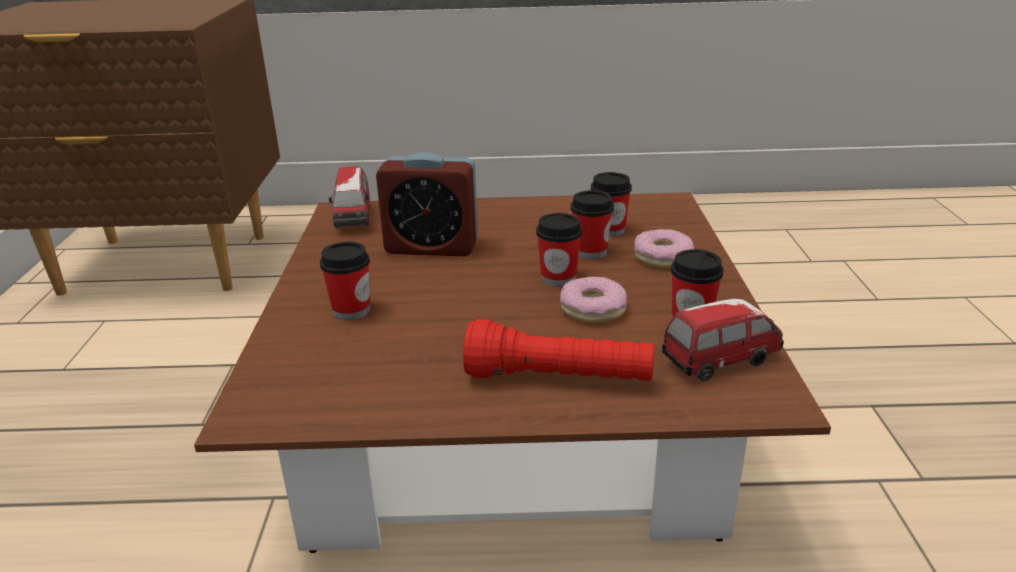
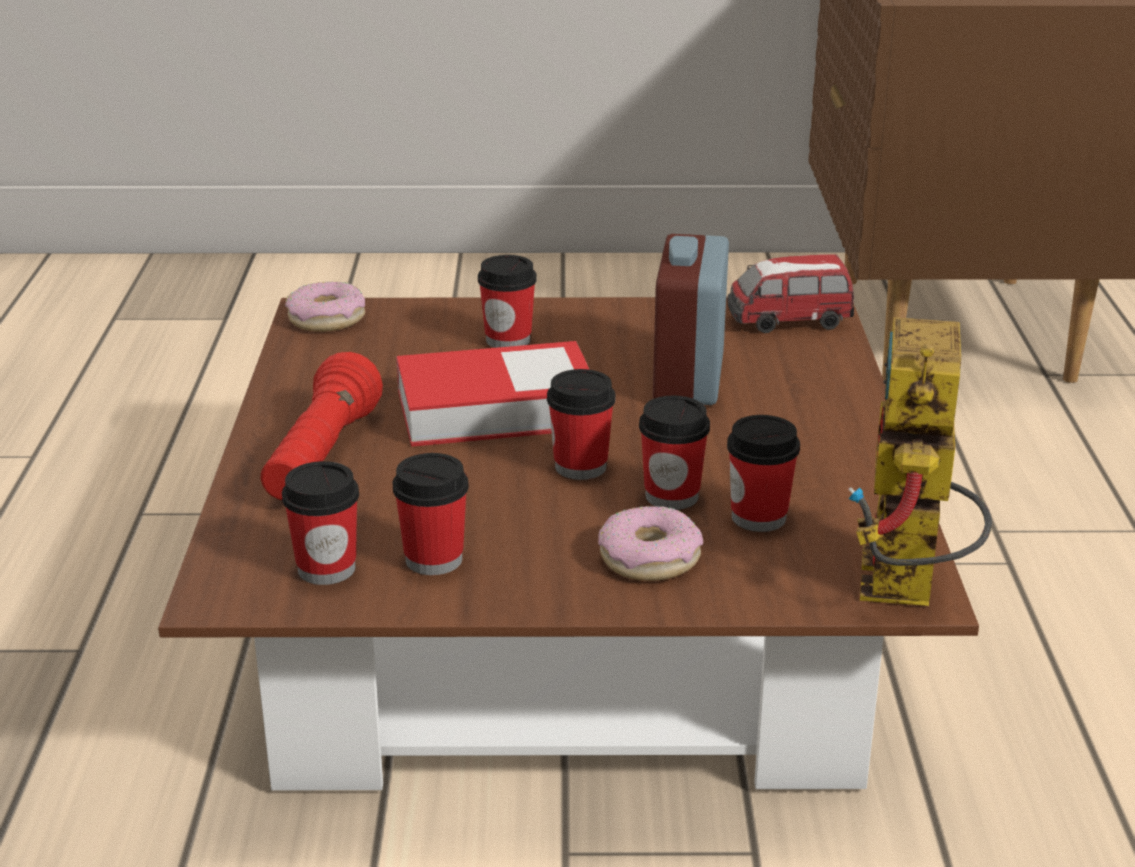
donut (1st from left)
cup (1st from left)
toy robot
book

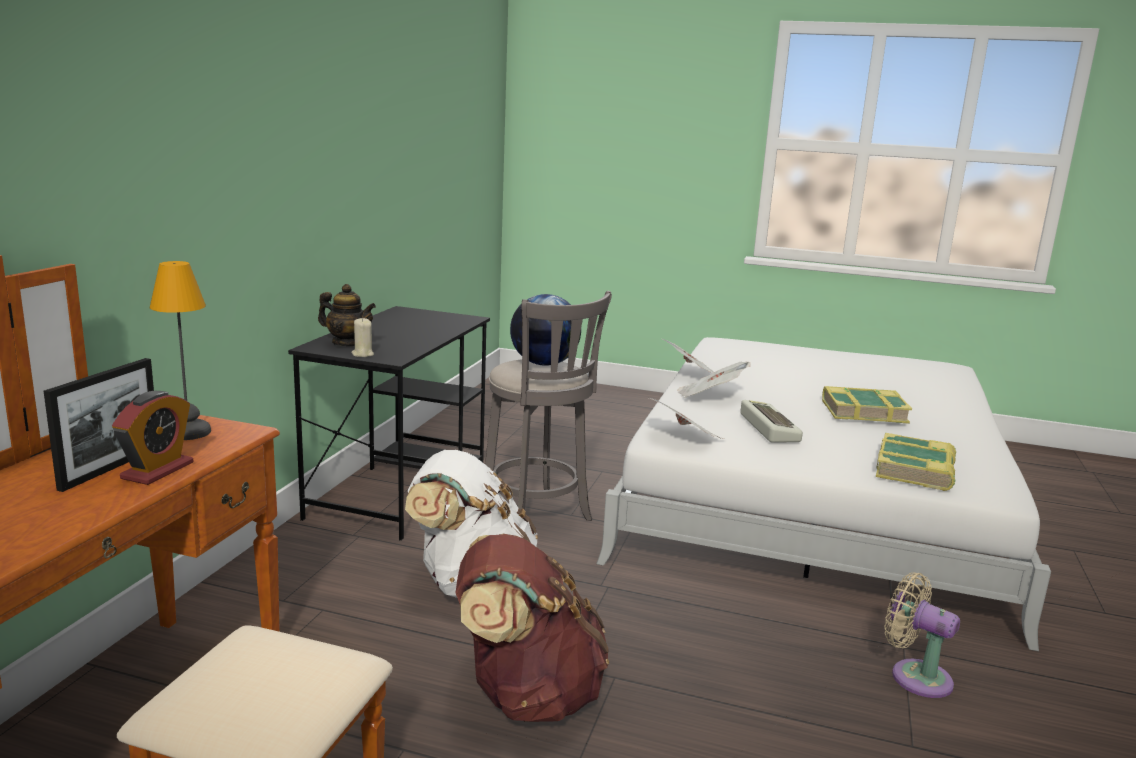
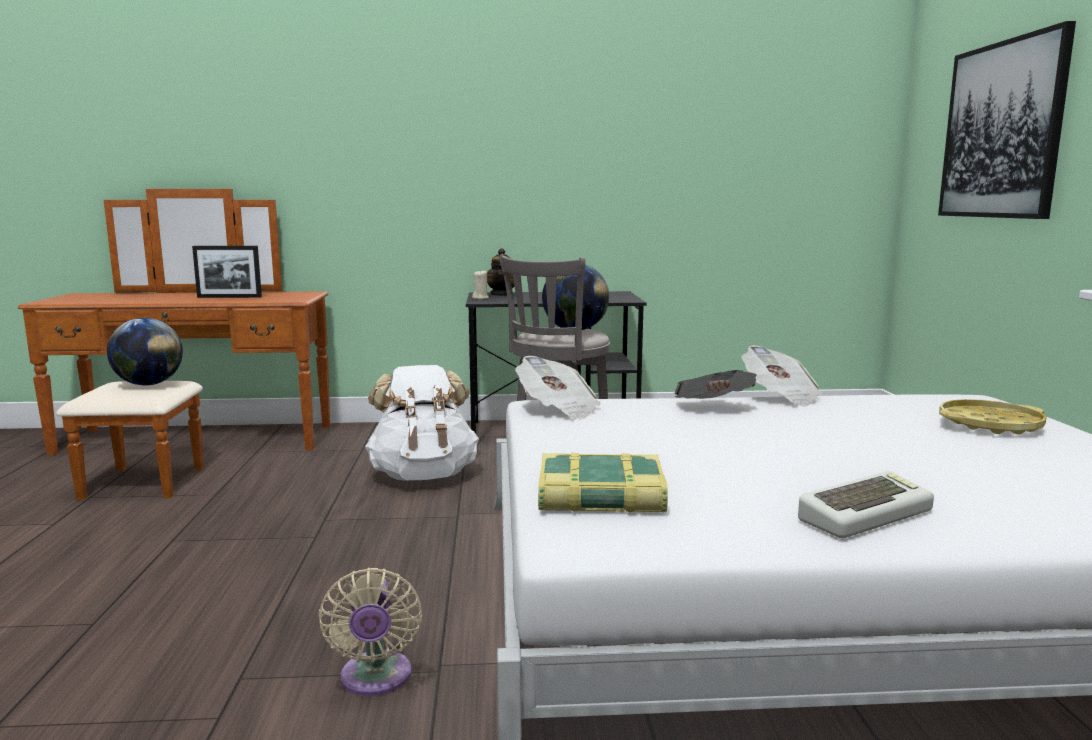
table lamp
book (1st from left in the first image)
alarm clock
keyboard
brown backpack
beige fan
picture
globe (1st from left)
yellow tray

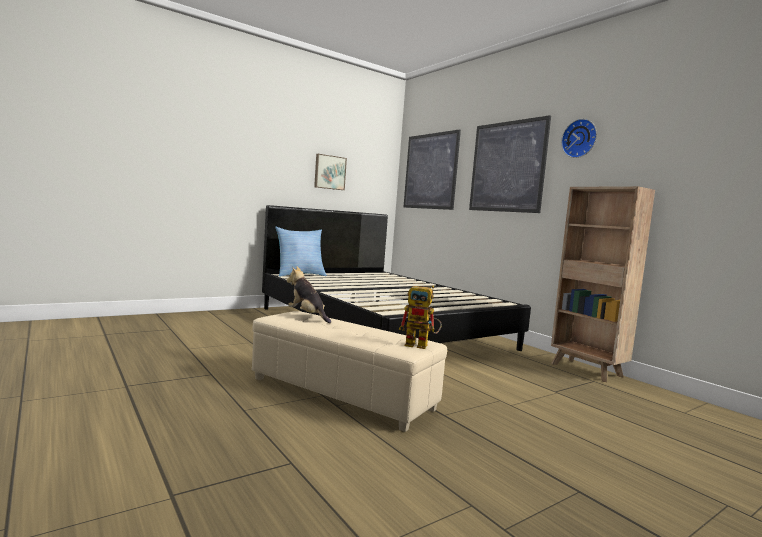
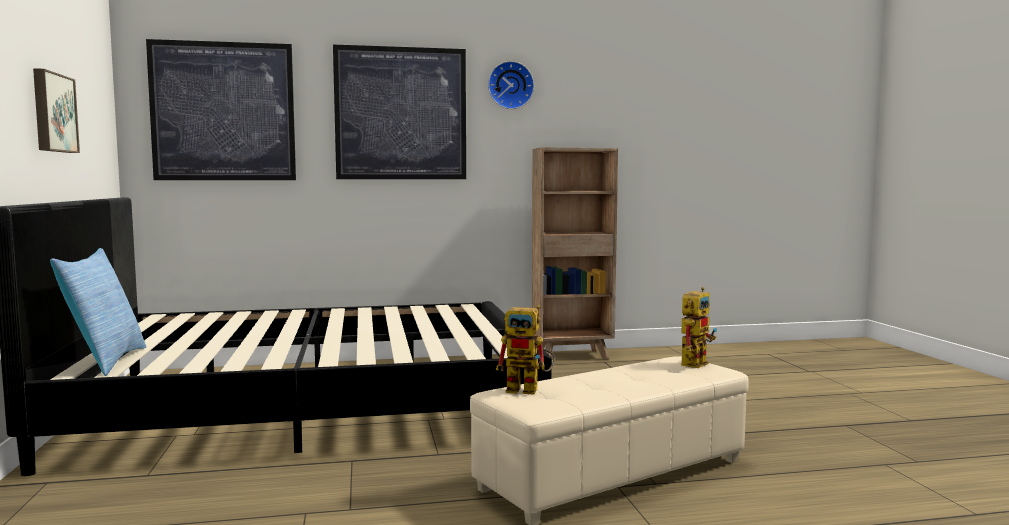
toy robot (1st from left)

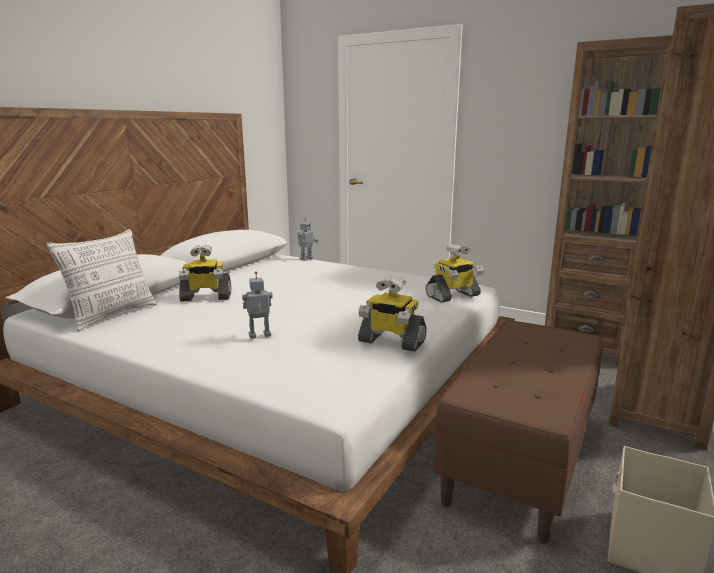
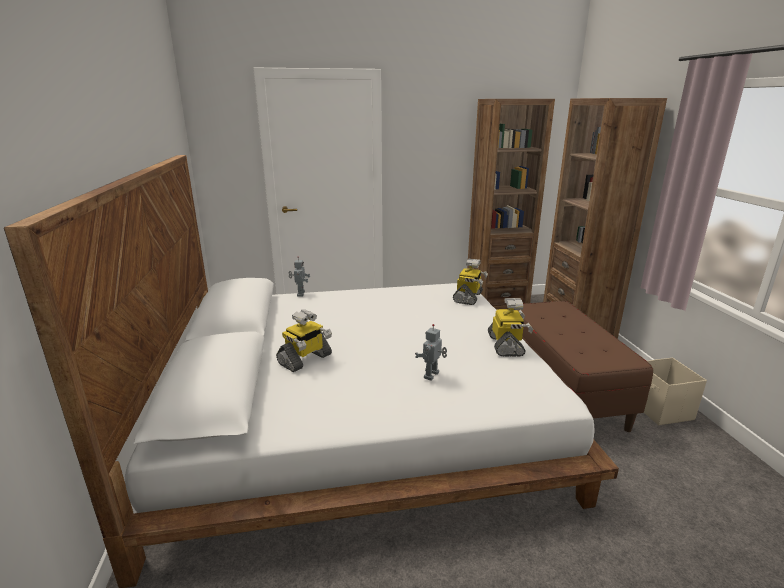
pillow
toy robot (5th from left)

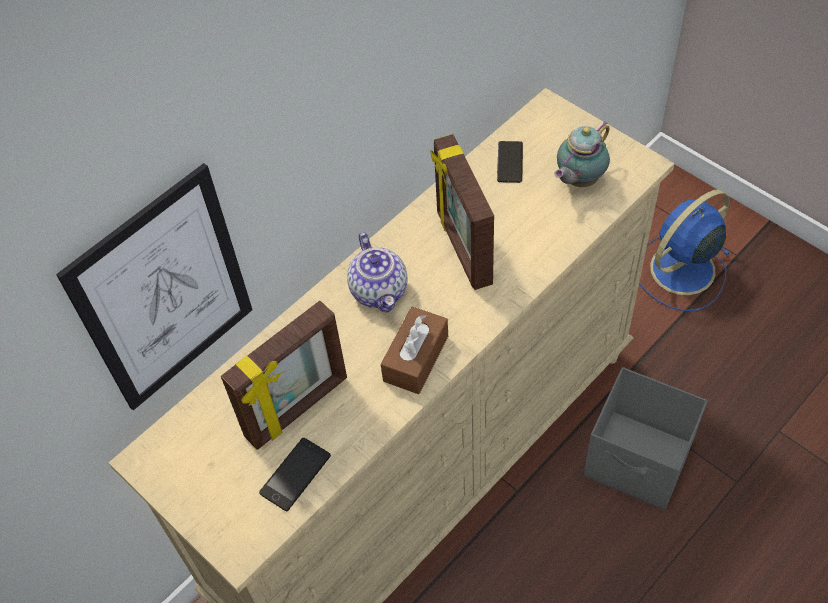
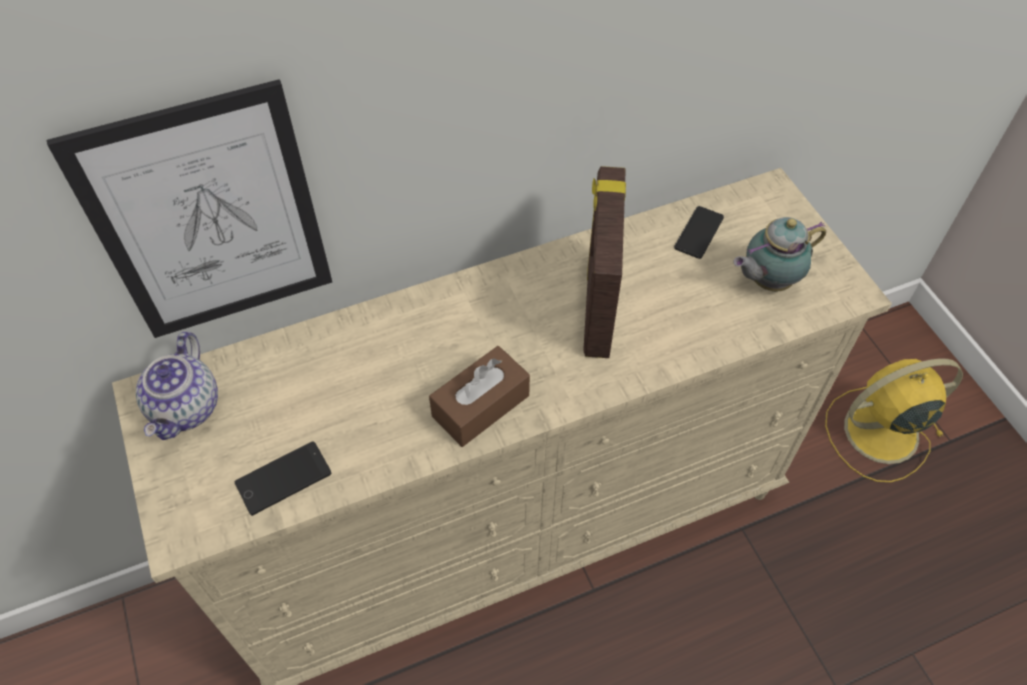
yellow fan
teapot (1st from left)
picture frame (1st from left in the first image)
grey storage box

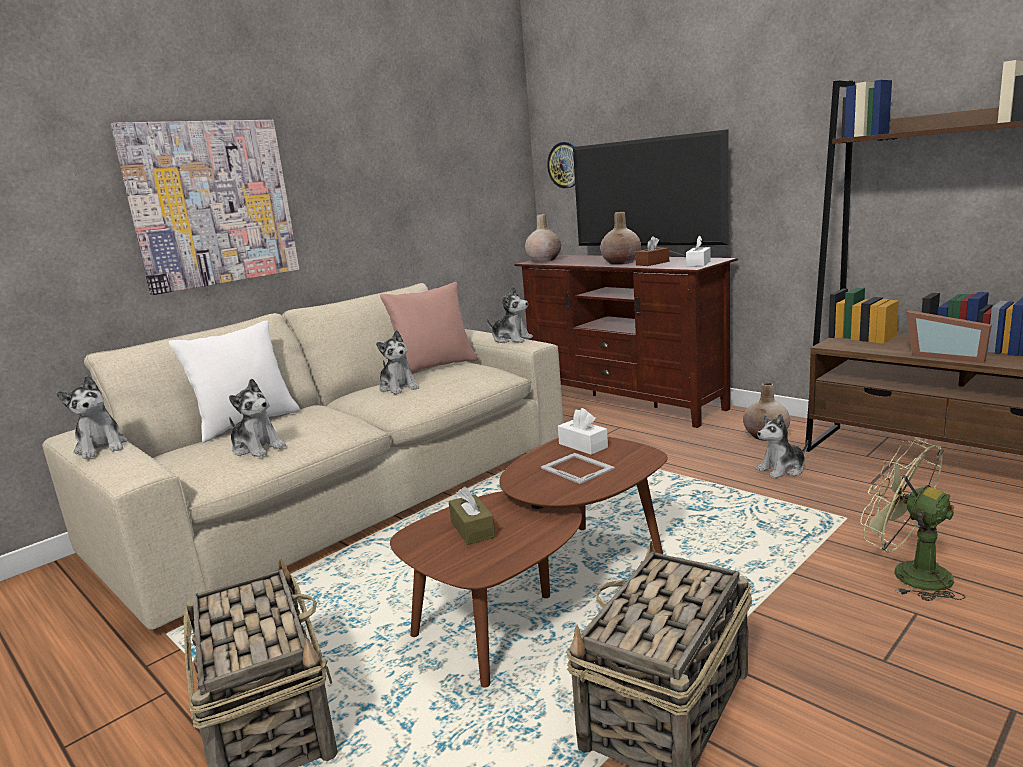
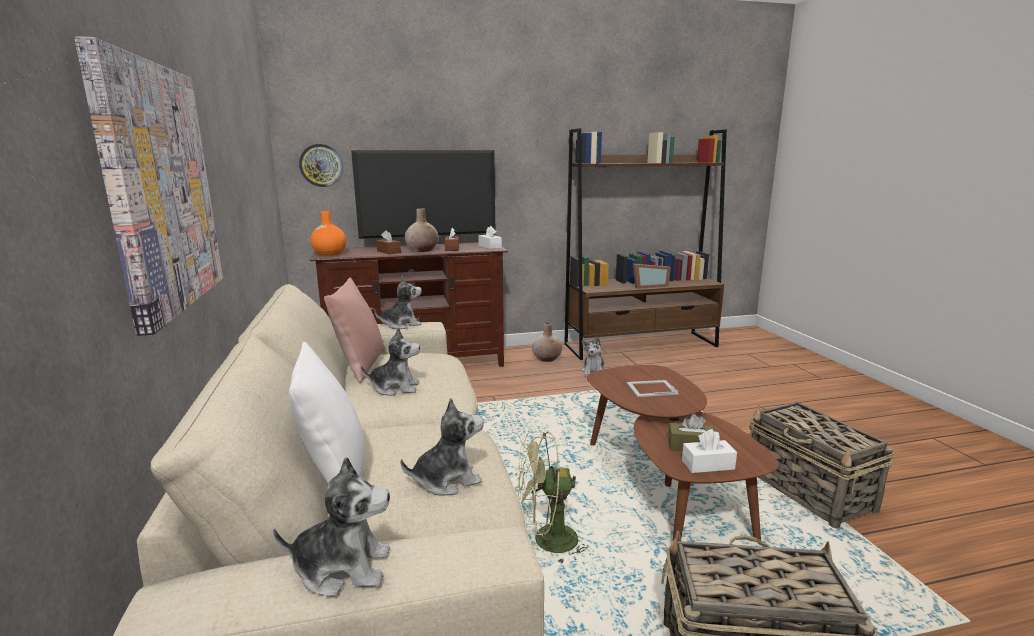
orange vase
white tissue box (2nd from left)
green fan
brown tissue box (1st from left)

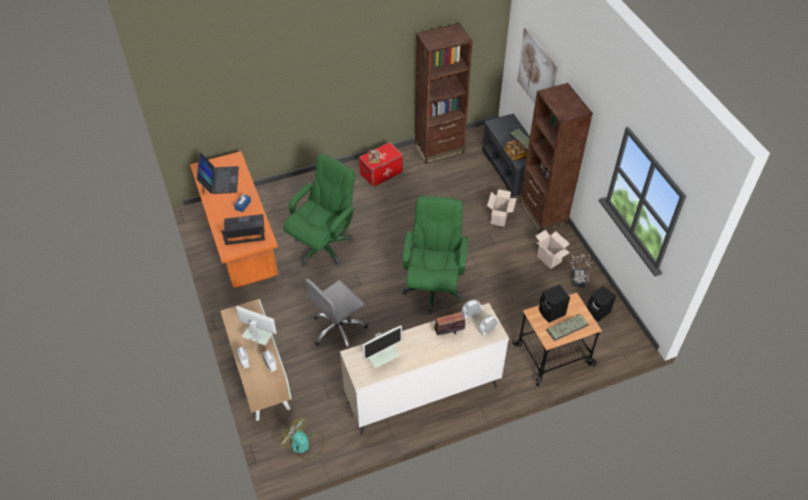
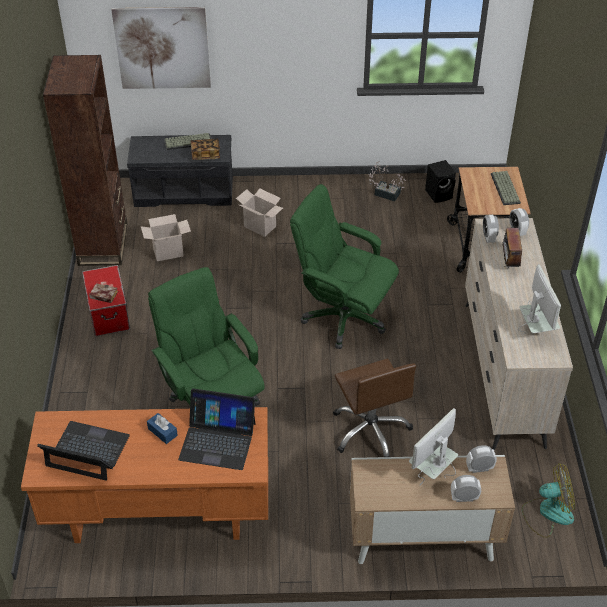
brown bookcase (2nd from left in the first image)
laptop (2nd from left)
cardboard box (1st from left)
brown office chair
black speaker (1st from left in the first image)
fan

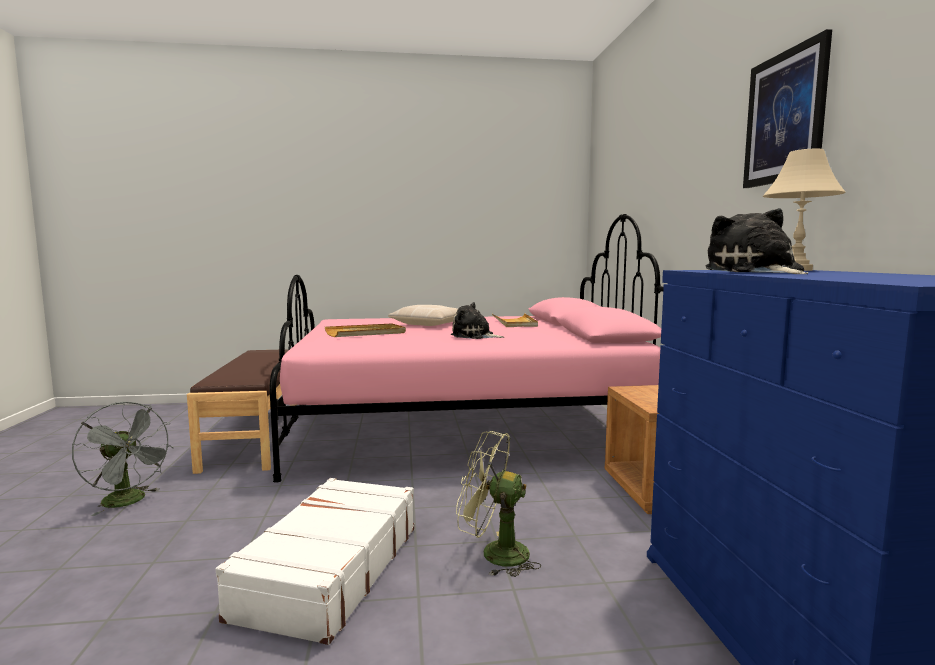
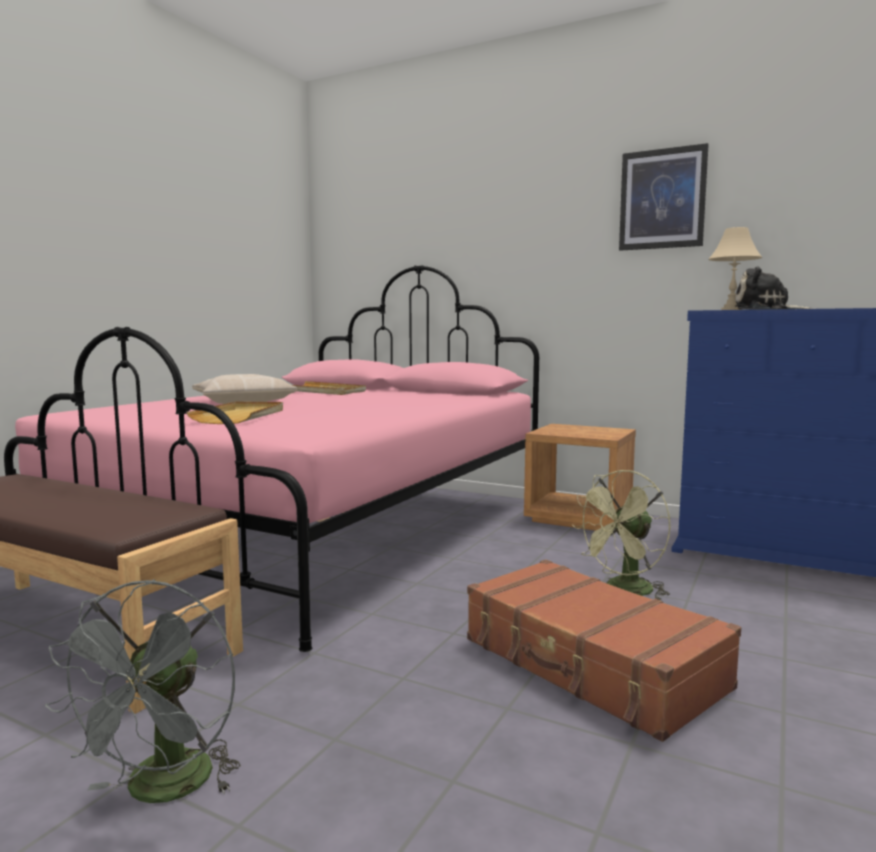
plush toy (1st from left in the first image)
grey fan
brown suitcase

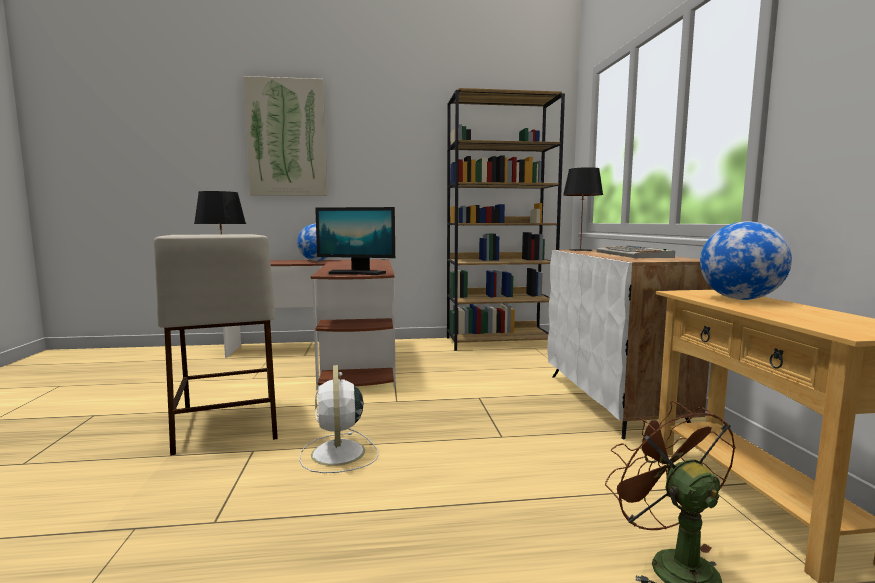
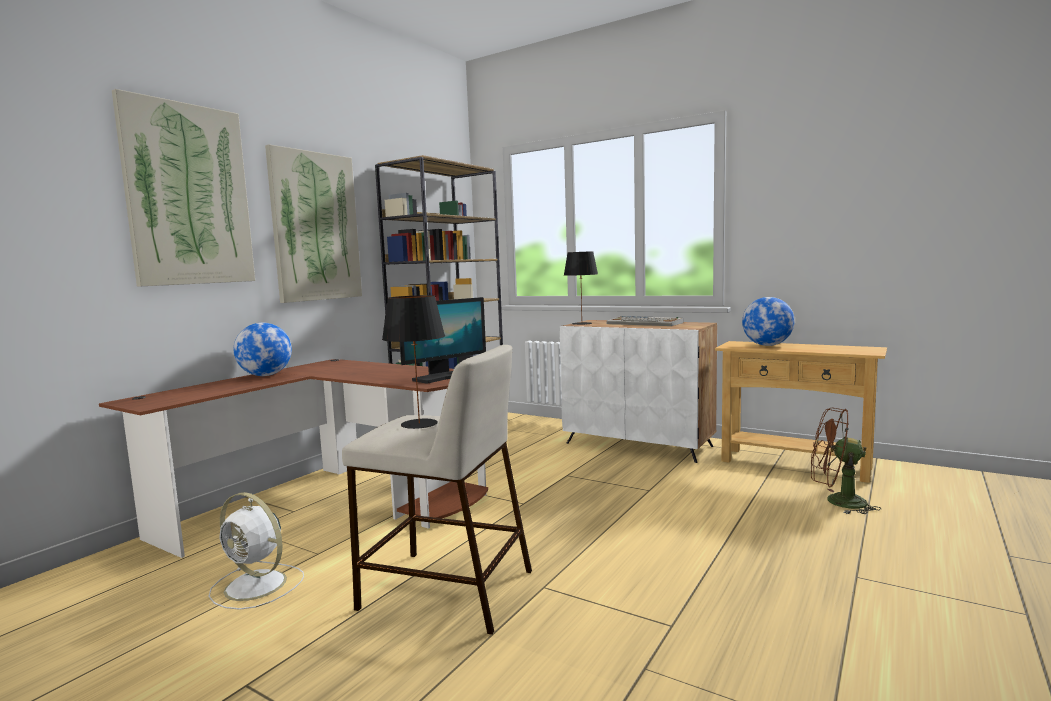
white fan
picture (2nd from left)

